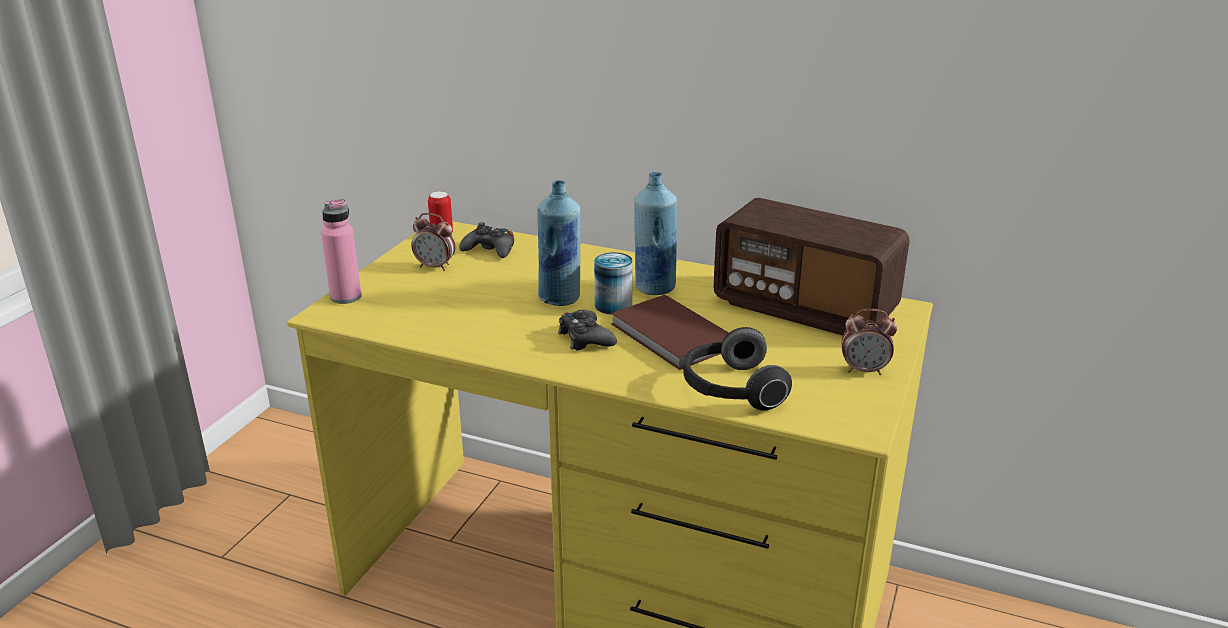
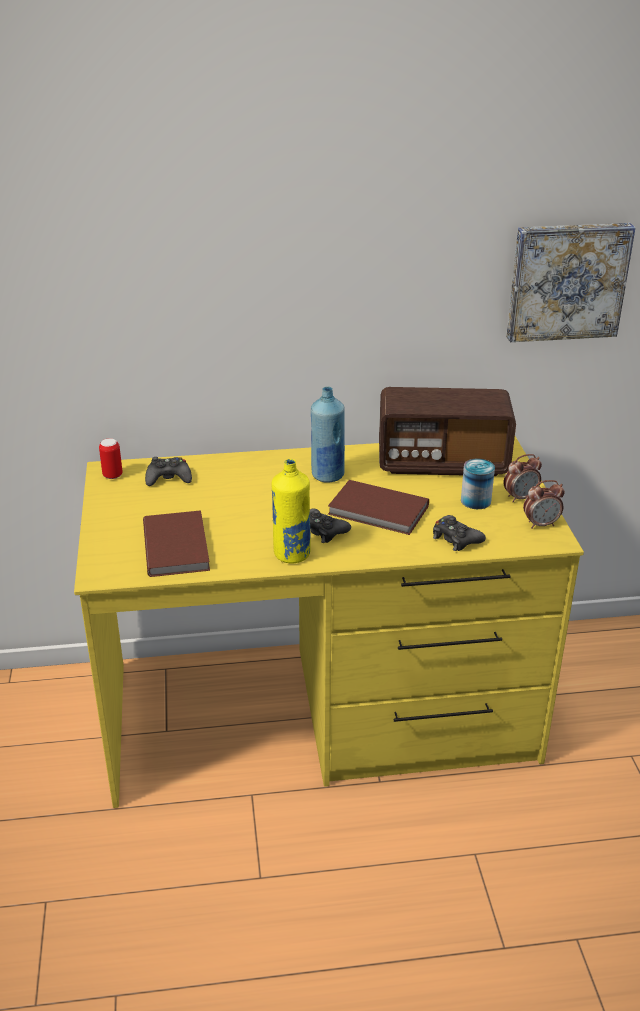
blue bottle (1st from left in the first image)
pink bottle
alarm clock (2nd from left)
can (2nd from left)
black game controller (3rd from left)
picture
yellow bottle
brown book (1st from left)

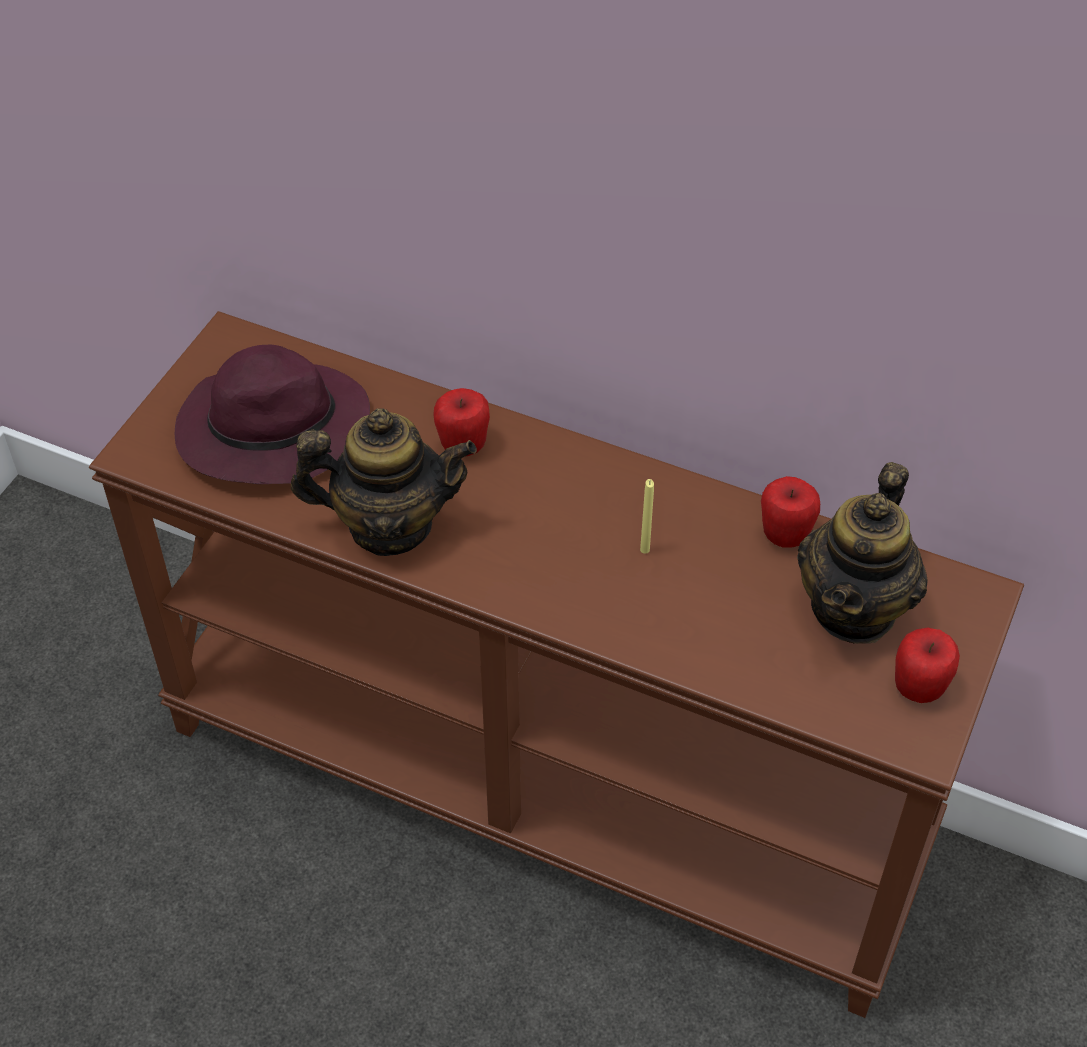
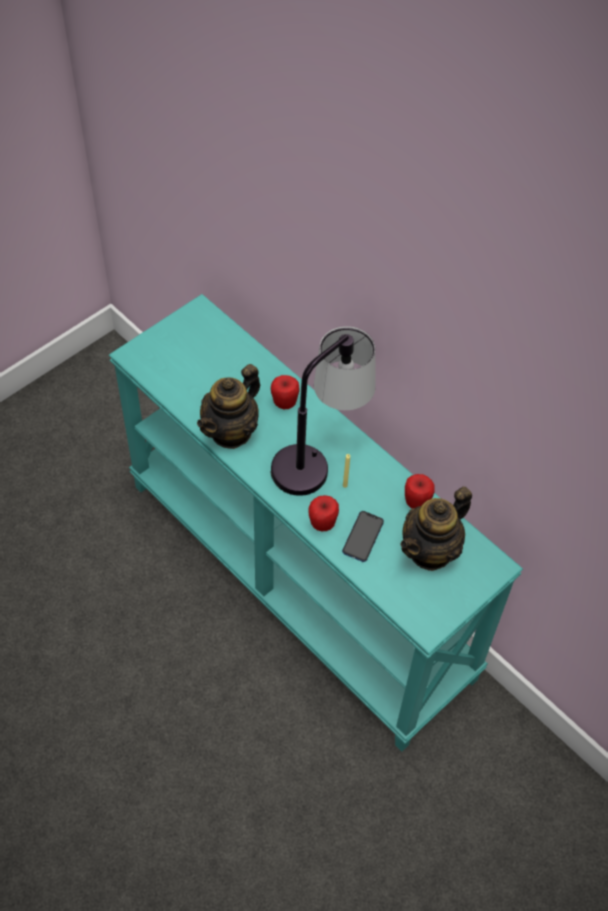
turquoise console table
purple hat
teapot (1st from left)
apple (2nd from left)
table lamp
phone

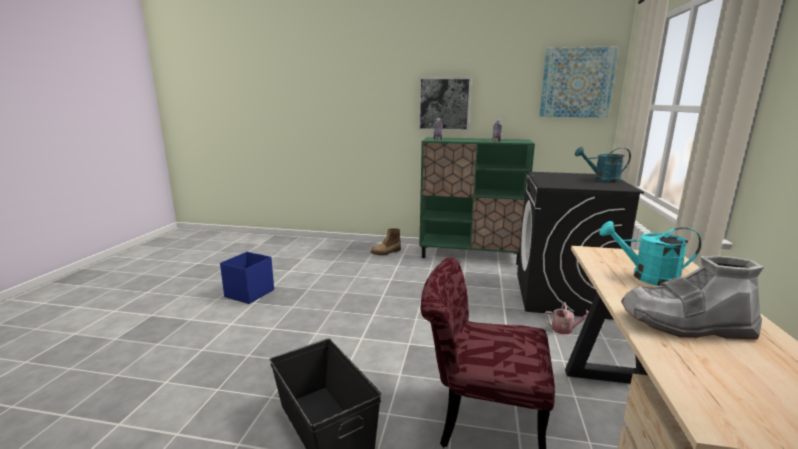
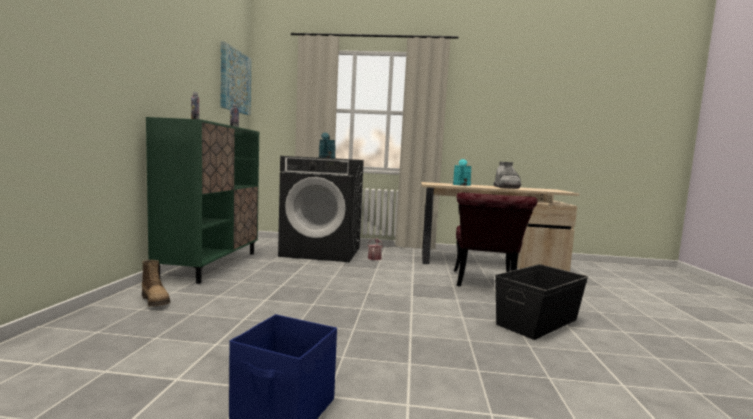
picture (1st from left in the first image)

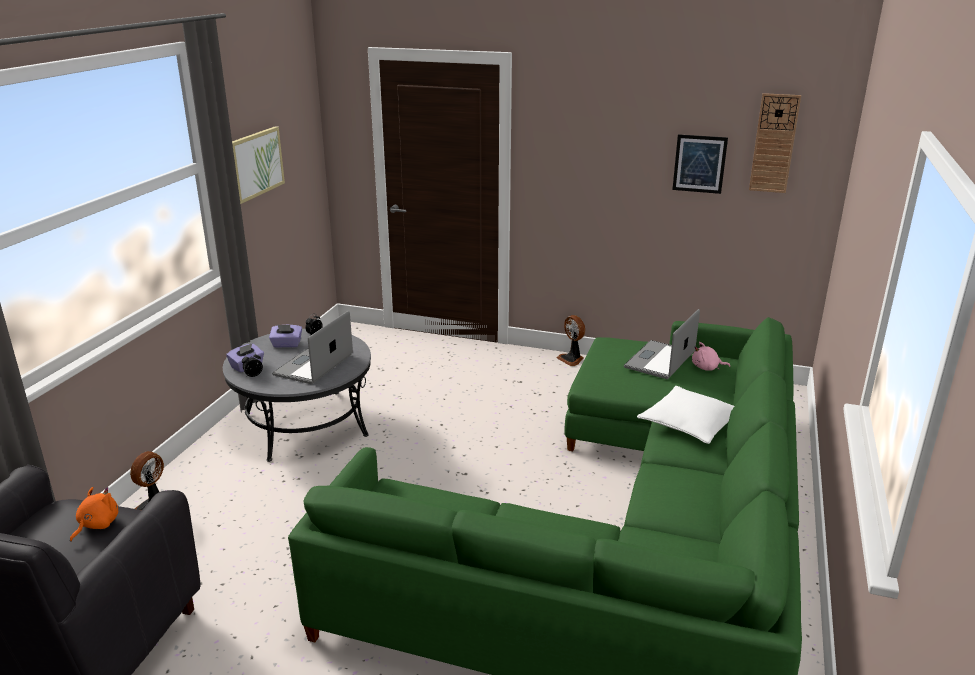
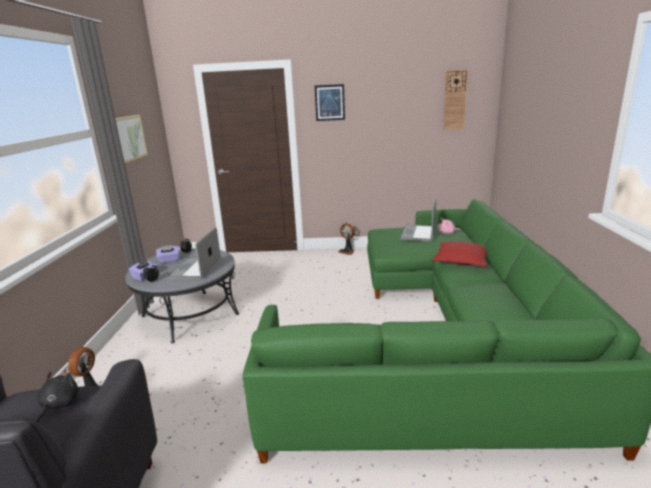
picture (2nd from left)
red pillow
black plush toy

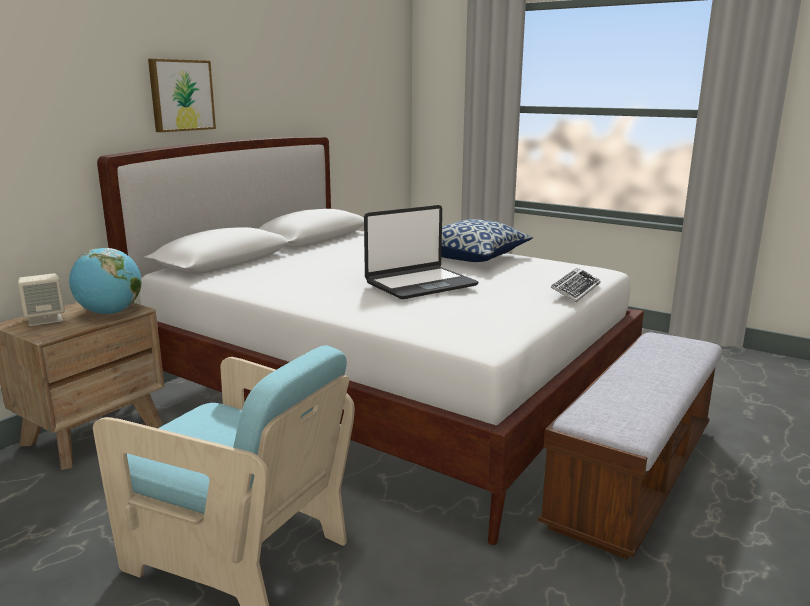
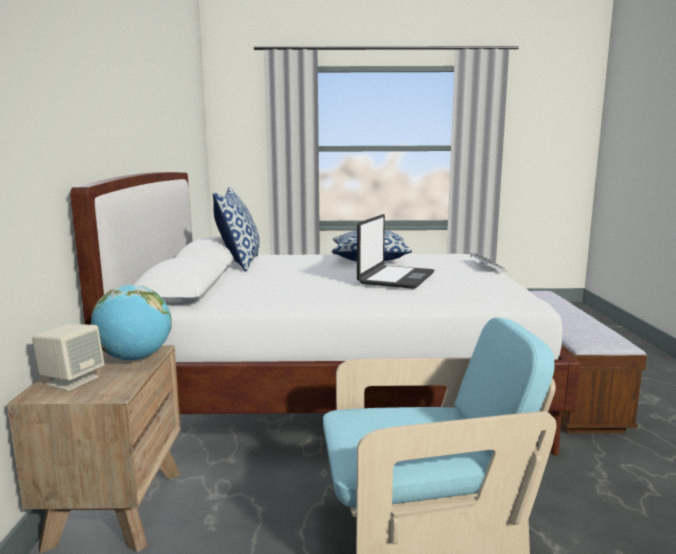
picture
pillow (1st from left)

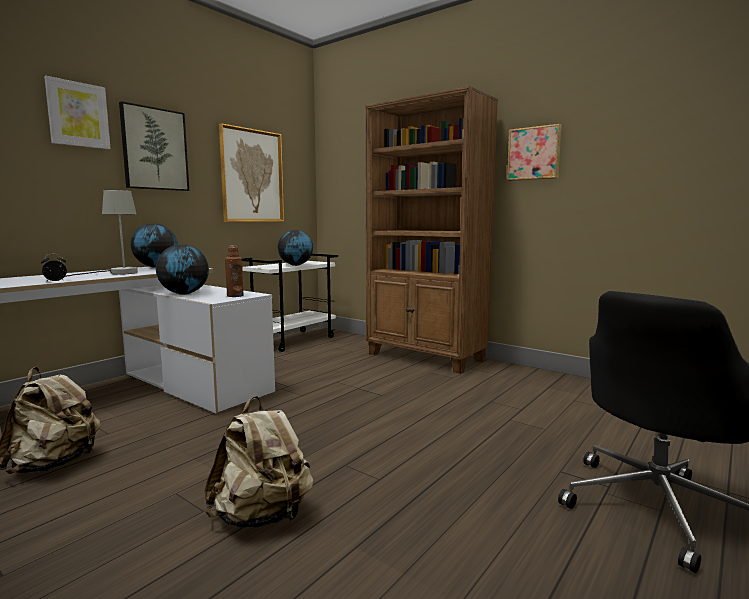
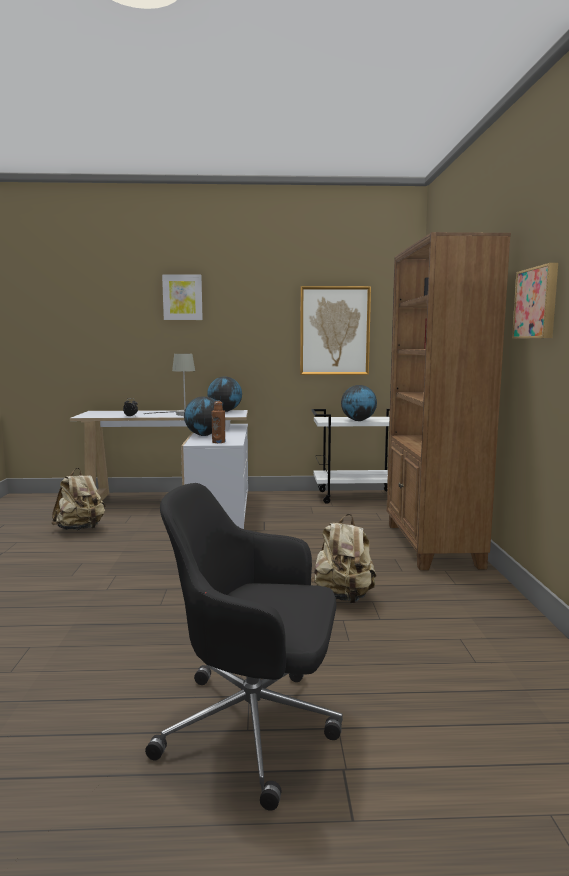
picture (2nd from left in the first image)
beige backpack (2nd from left)

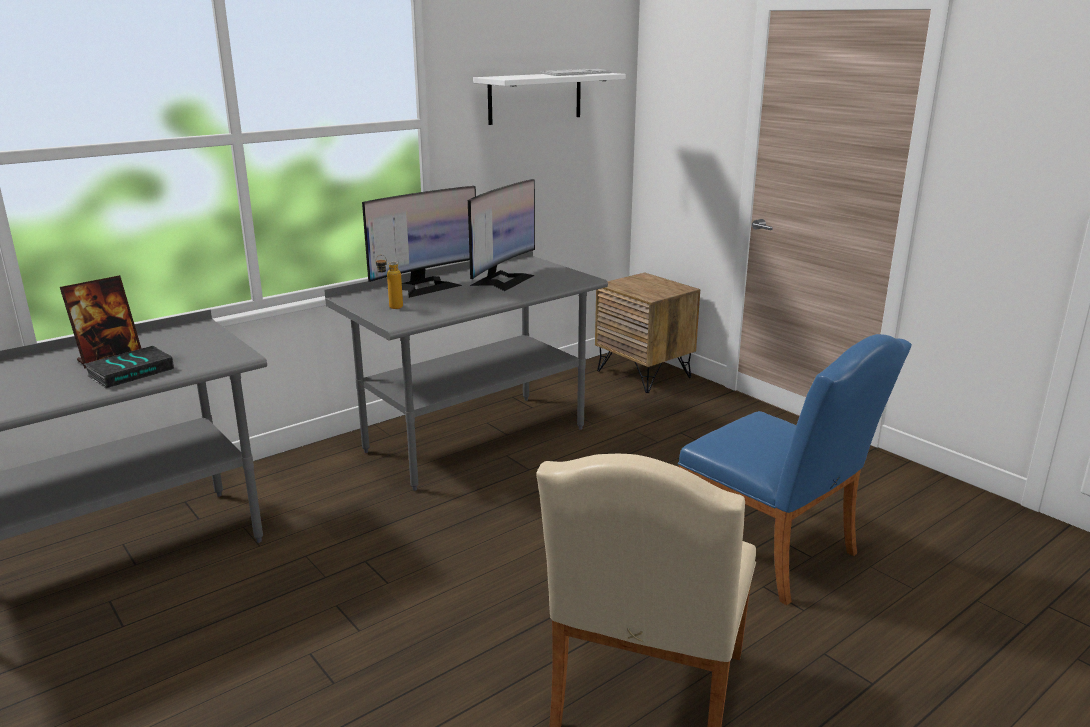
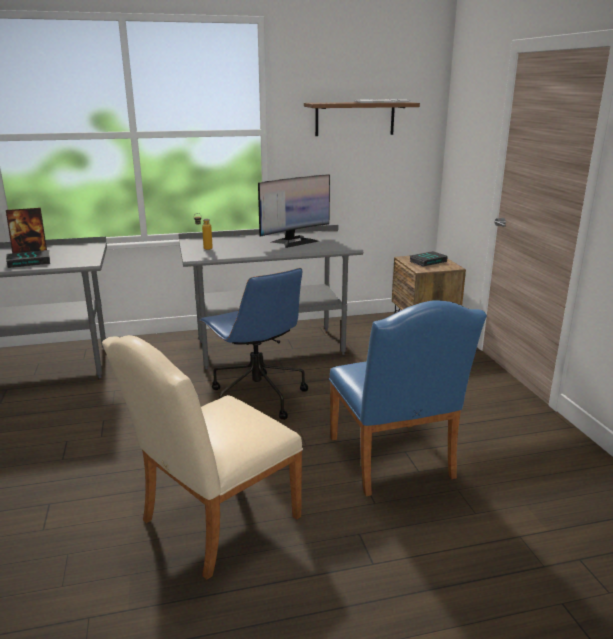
brown shelf
monitor (1st from left in the first image)
book (2nd from left)
blue office chair

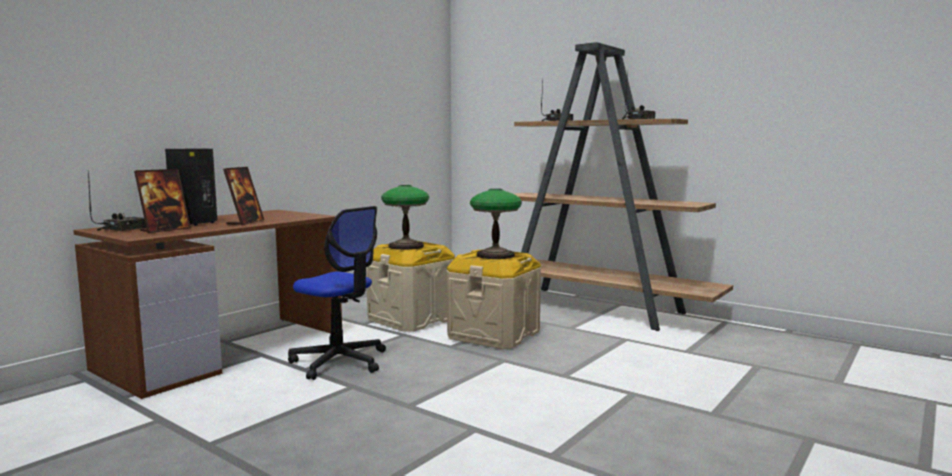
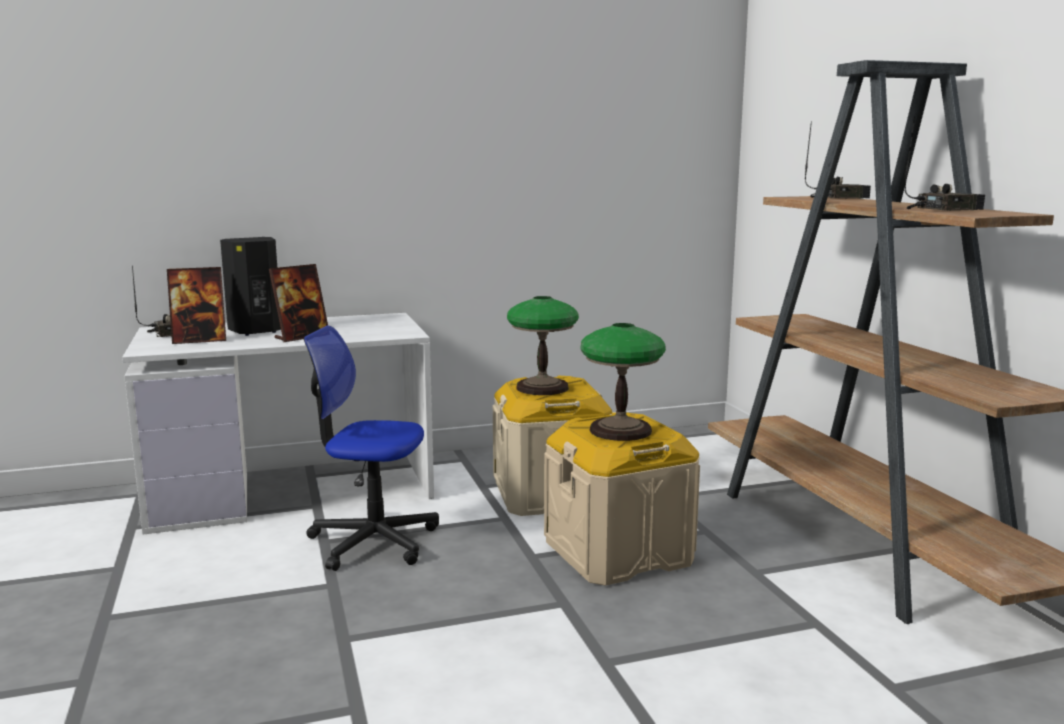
office chair
white desk

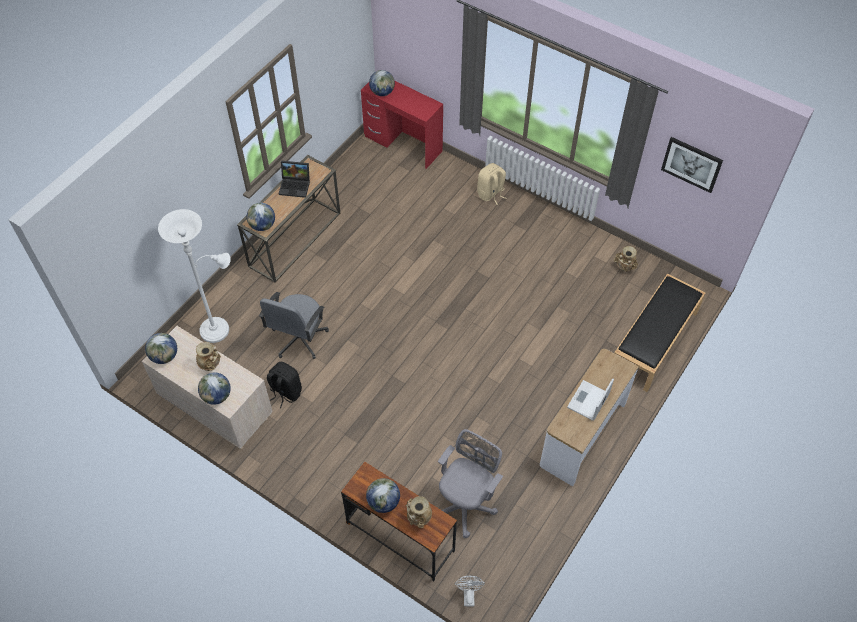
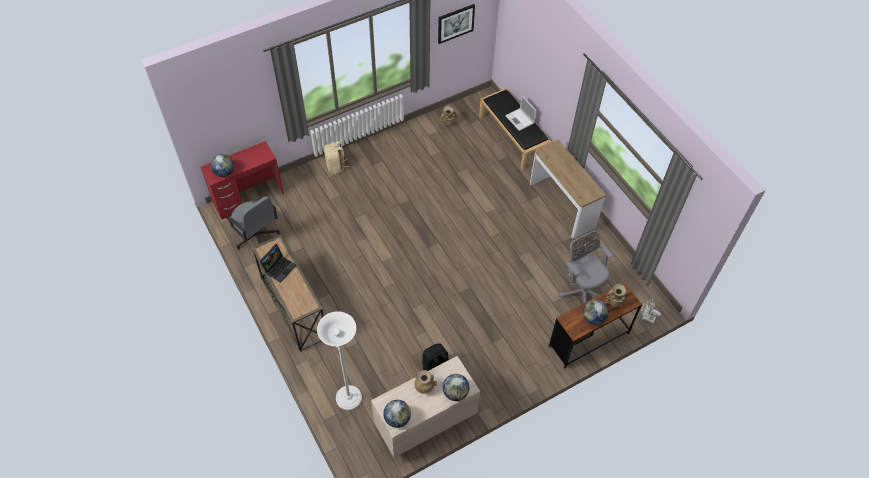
globe (3rd from left in the first image)
grey office chair (1st from left)
laptop (2nd from left)

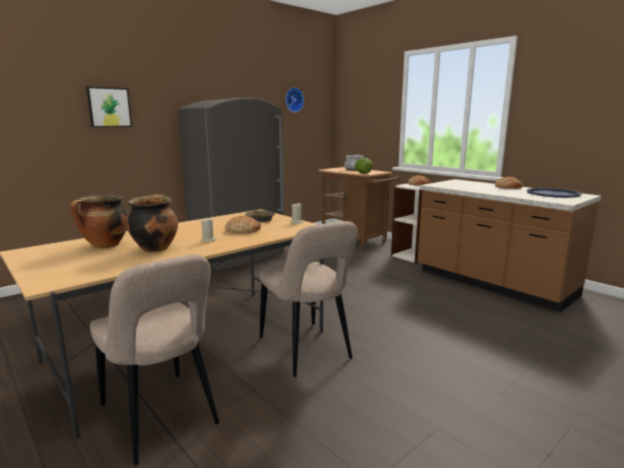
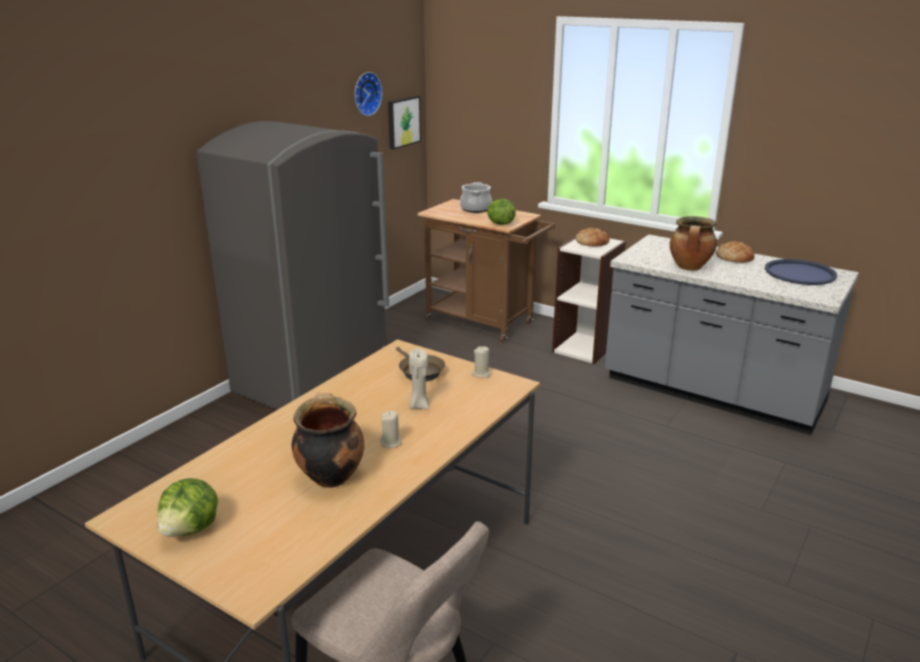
picture
grey counter
cooking pot (3rd from left)
beige candle (2nd from left)
beige chair (2nd from left in the first image)
lettuce (1st from left)

